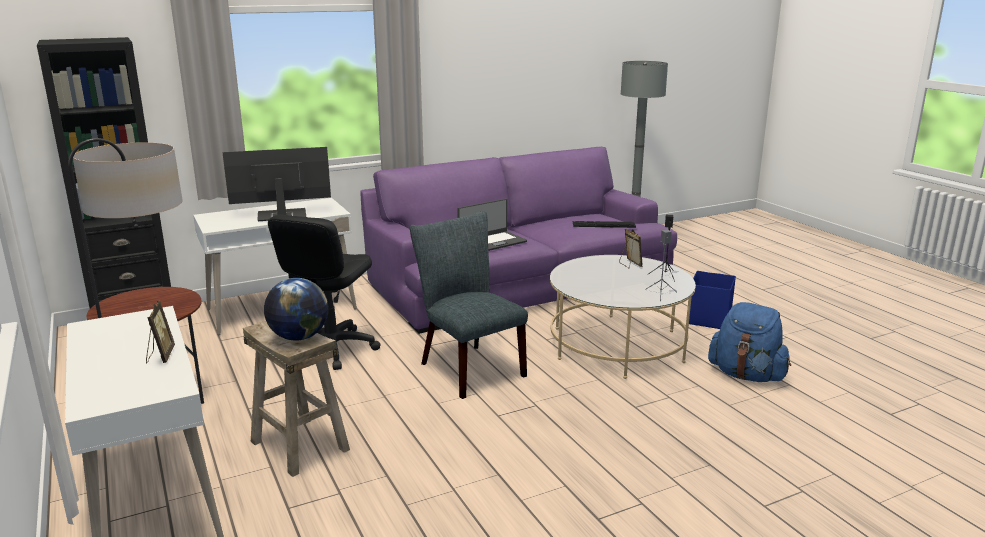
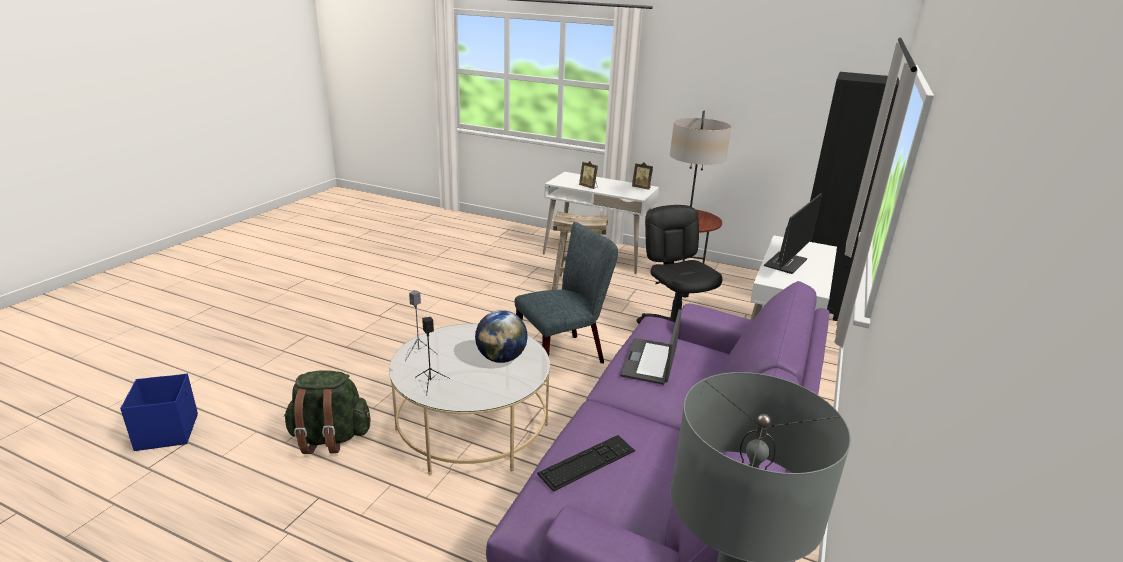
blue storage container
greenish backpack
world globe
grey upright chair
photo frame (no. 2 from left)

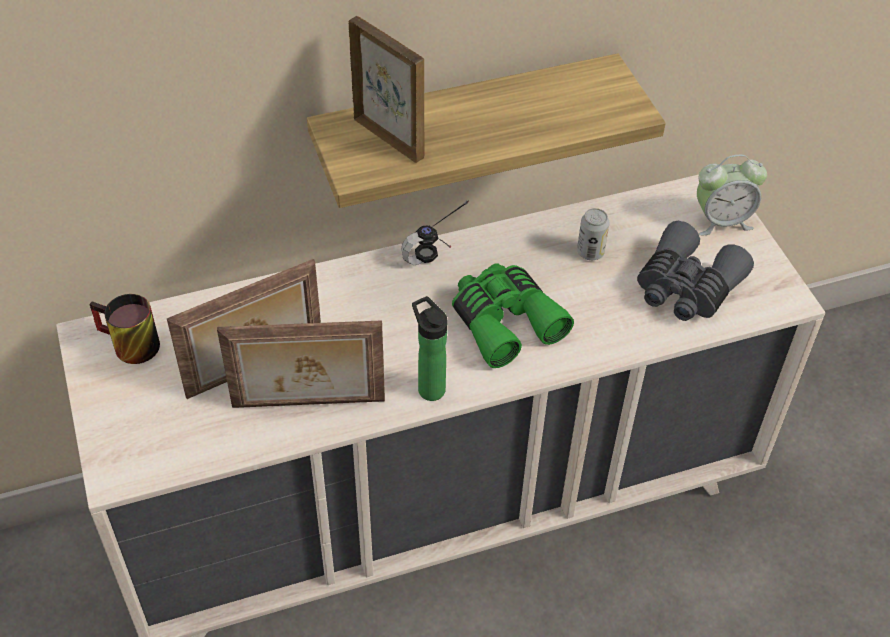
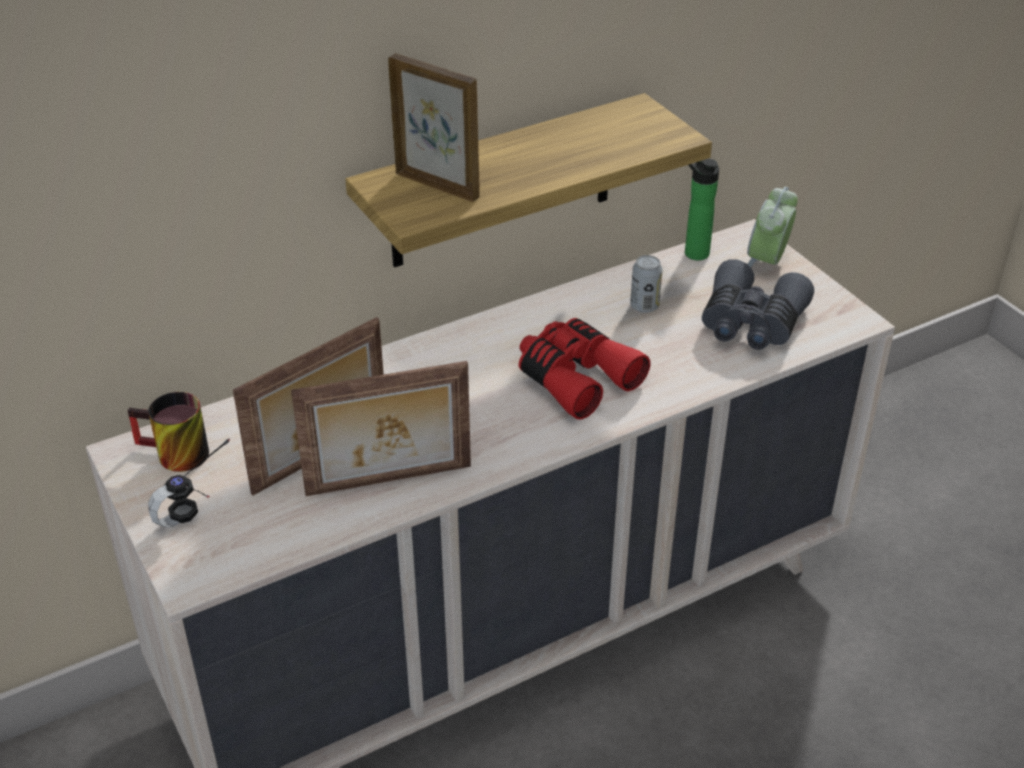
pair of headphones
red-coloured binoculars
drink bottle
bedside clock

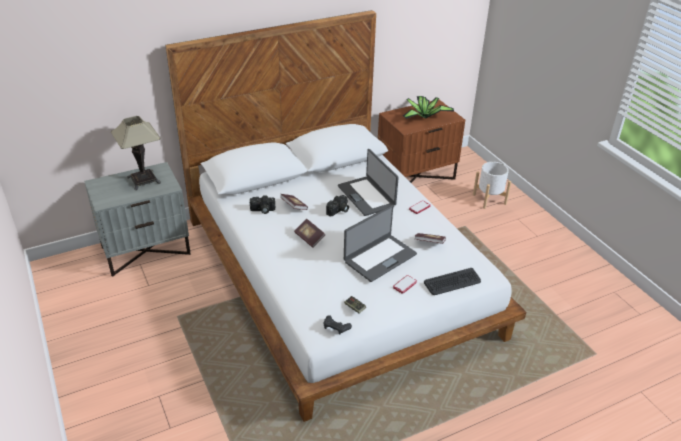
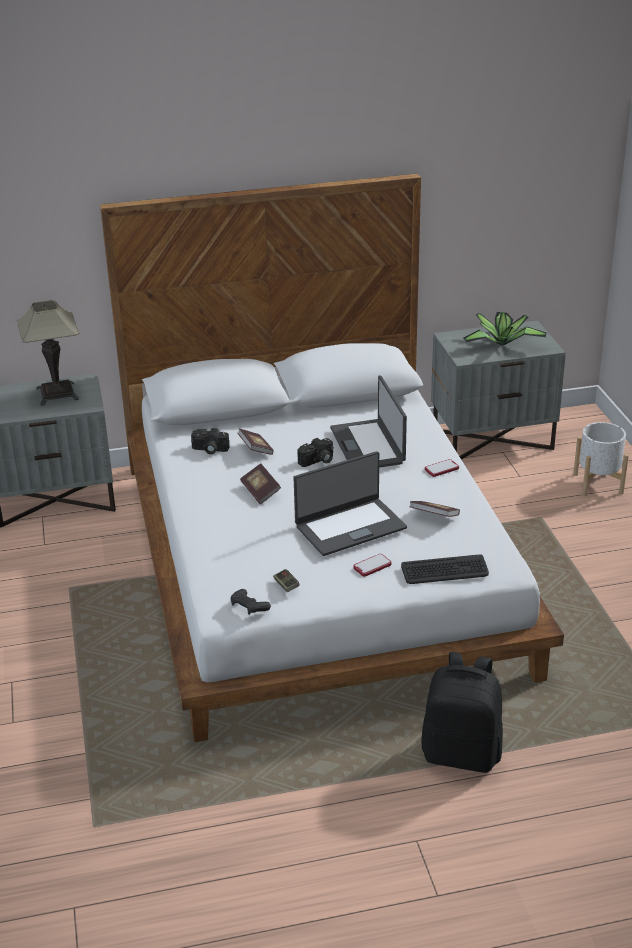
black-coloured backpack
grey nightstand (no. 2 from left)

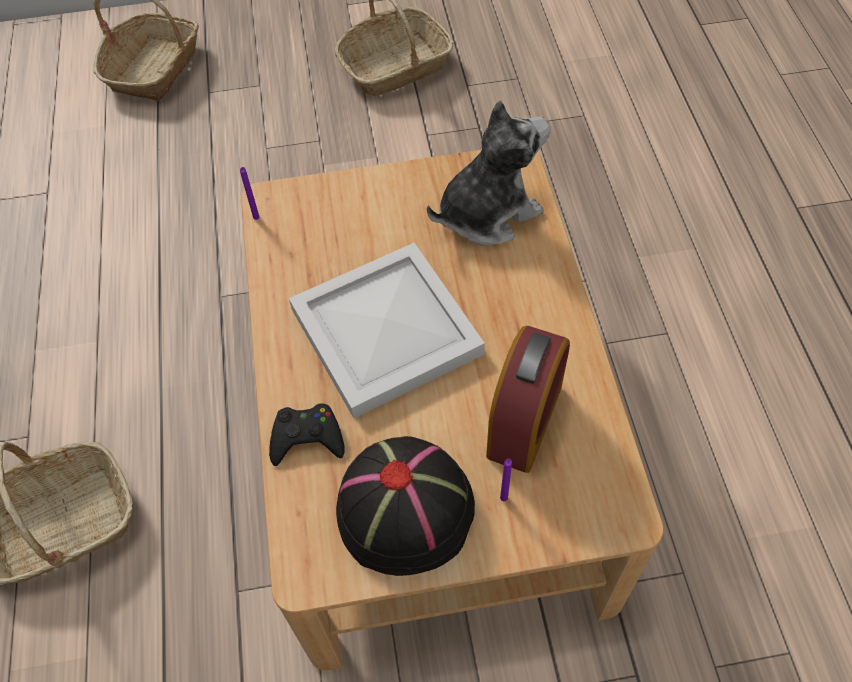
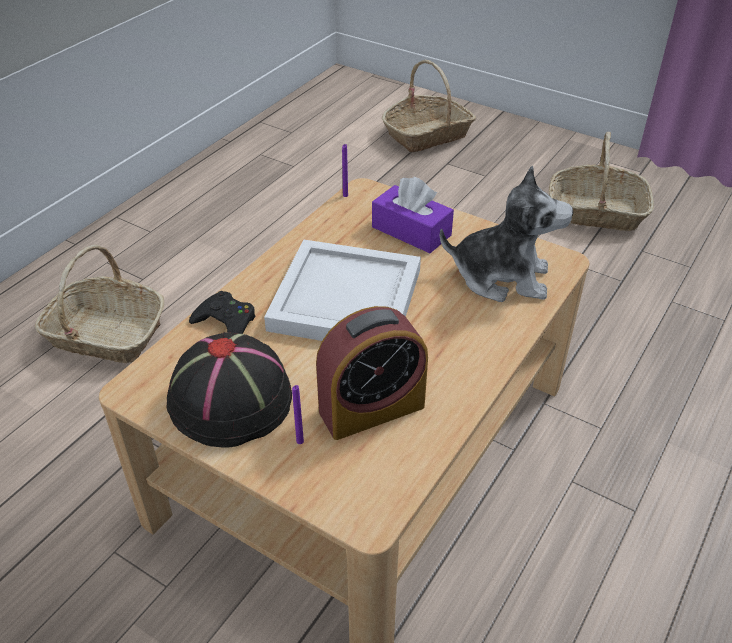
purplish tissue holder

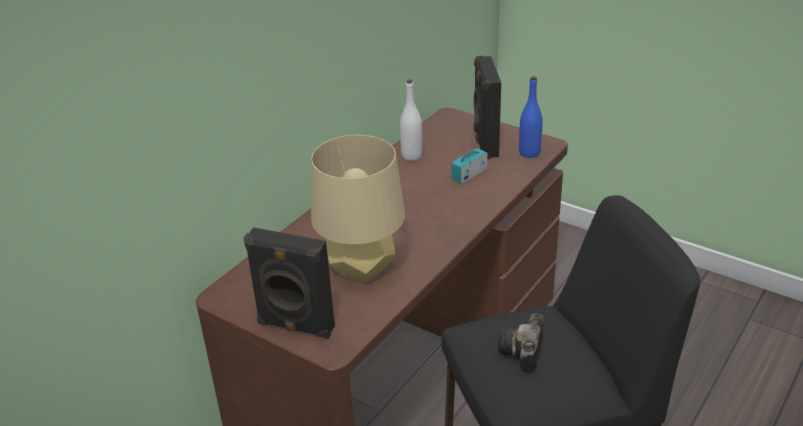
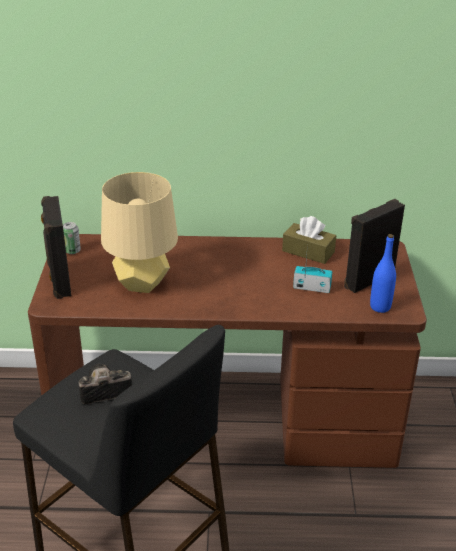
metal can
brown tissue holder

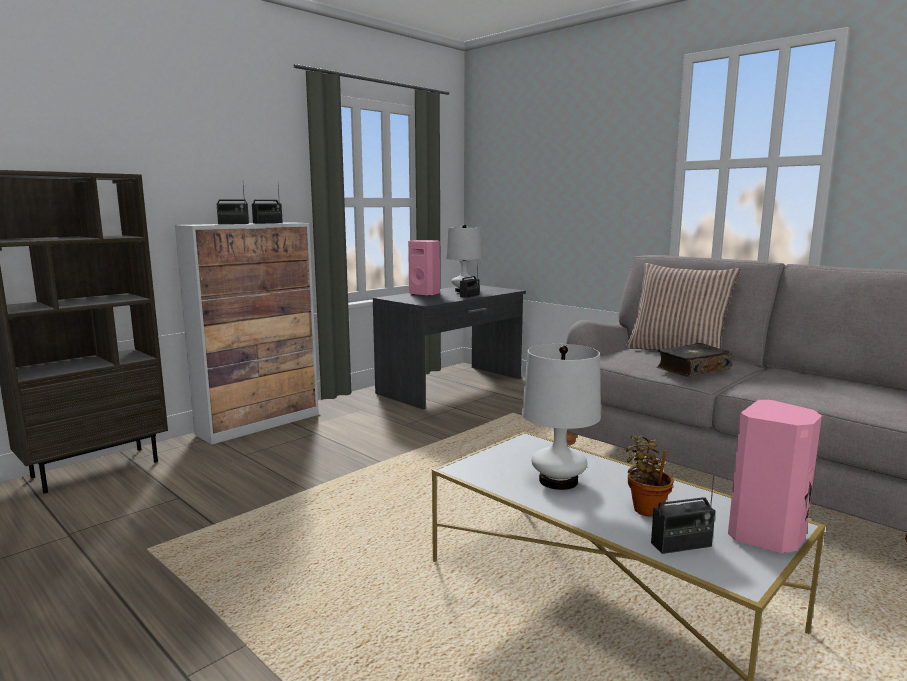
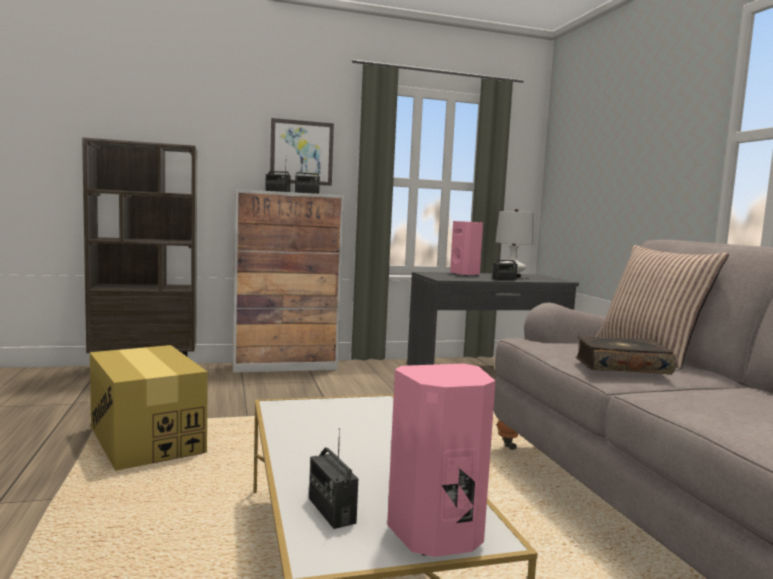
packing box
picture
radio set (no. 3 from left)
whitish lamp for a table (no. 2 from left in the first image)
plant in a pot

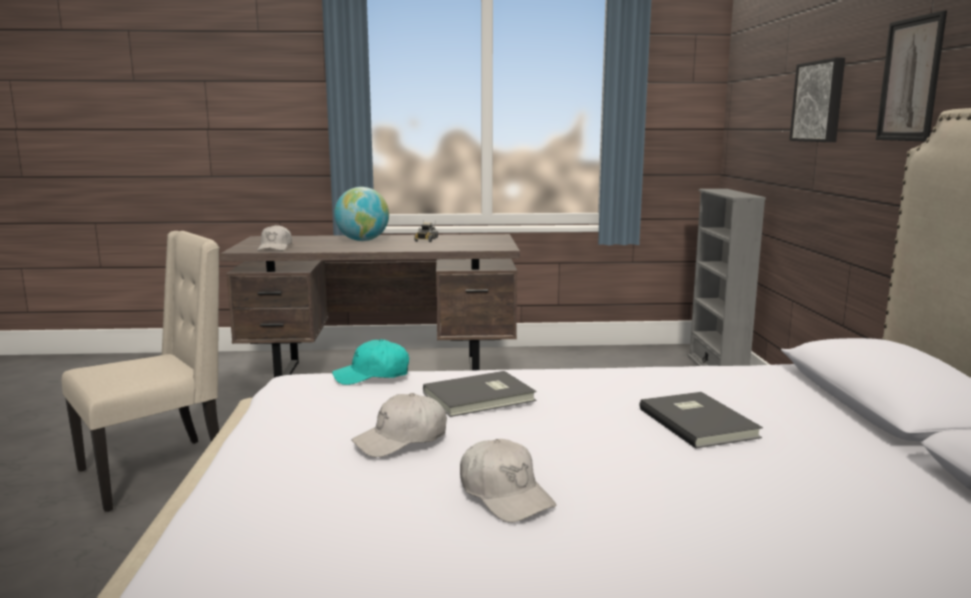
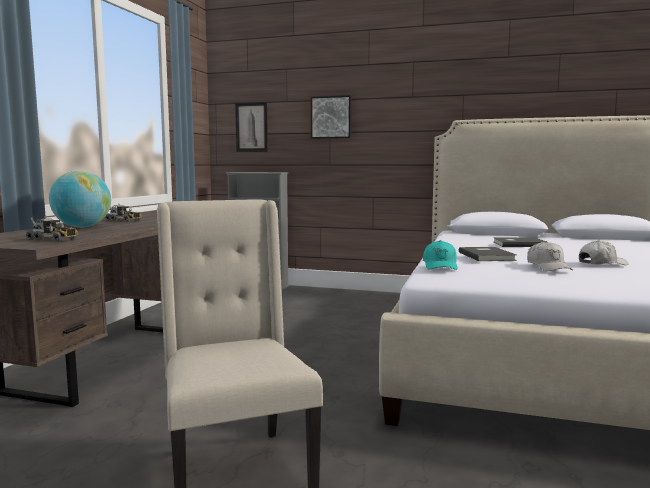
toy lorry (no. 1 from left)
picture (no. 1 from left)

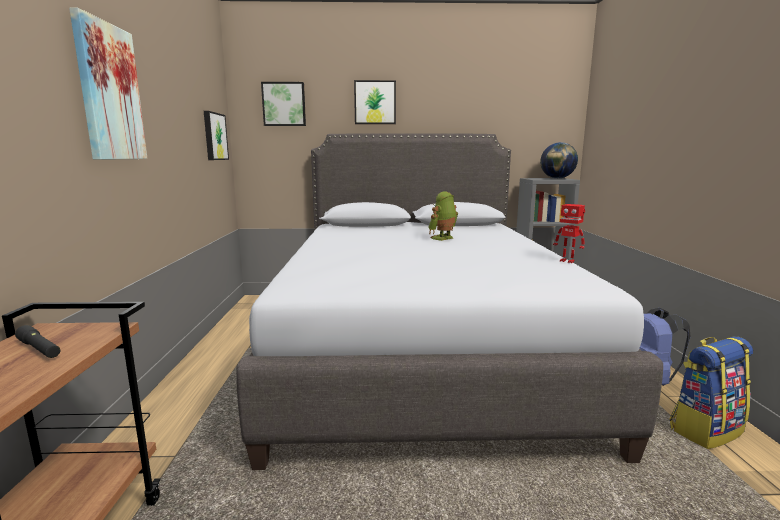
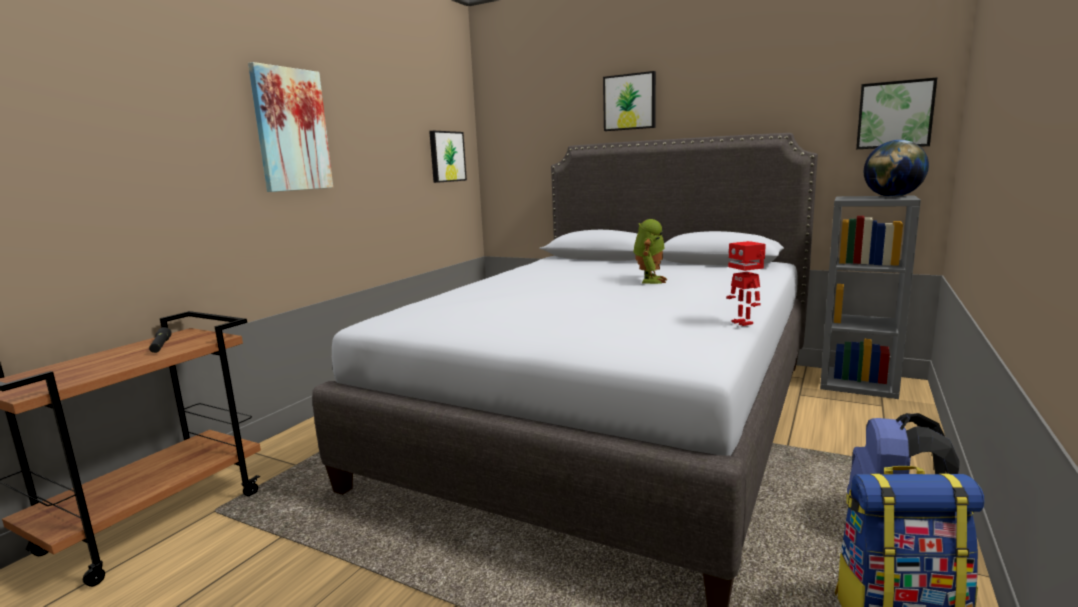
model robot (no. 1 from left)
picture (no. 4 from left)

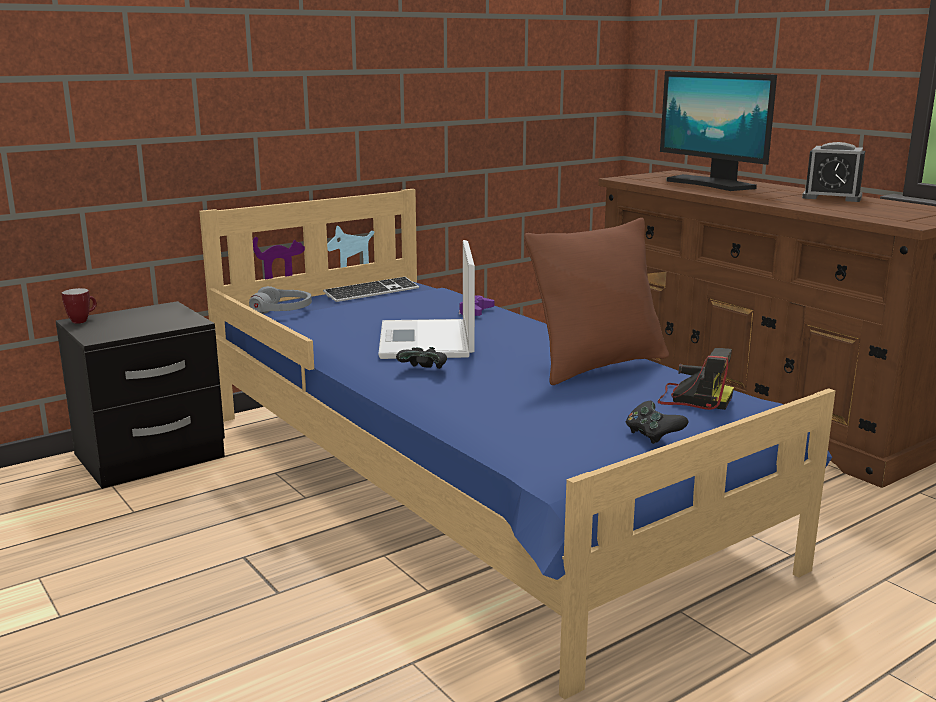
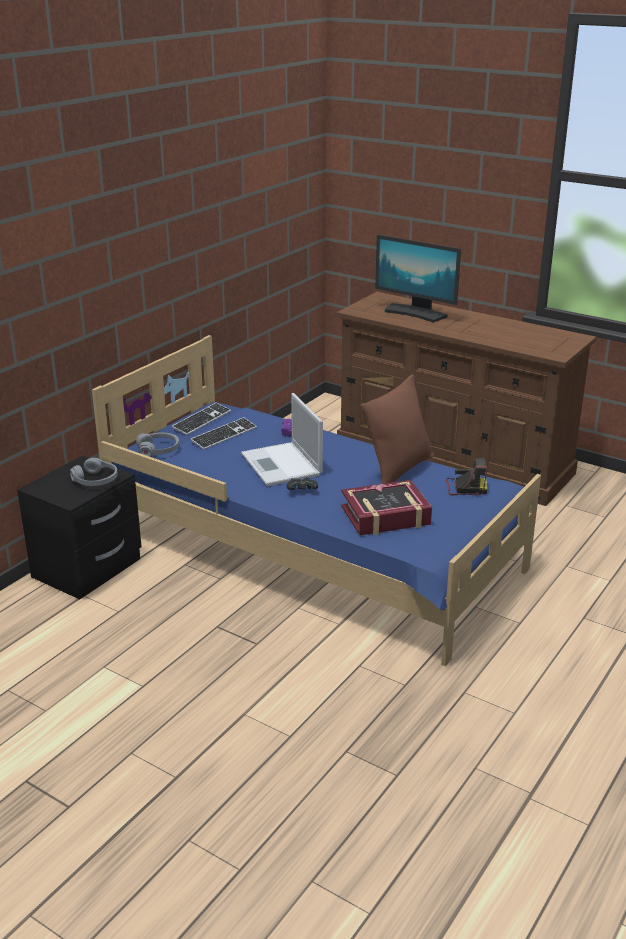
grey pair of headphones (no. 1 from left)
PC keyboard (no. 2 from left)
book
mug
black-coloured game controller (no. 2 from left in the first image)
bedside clock

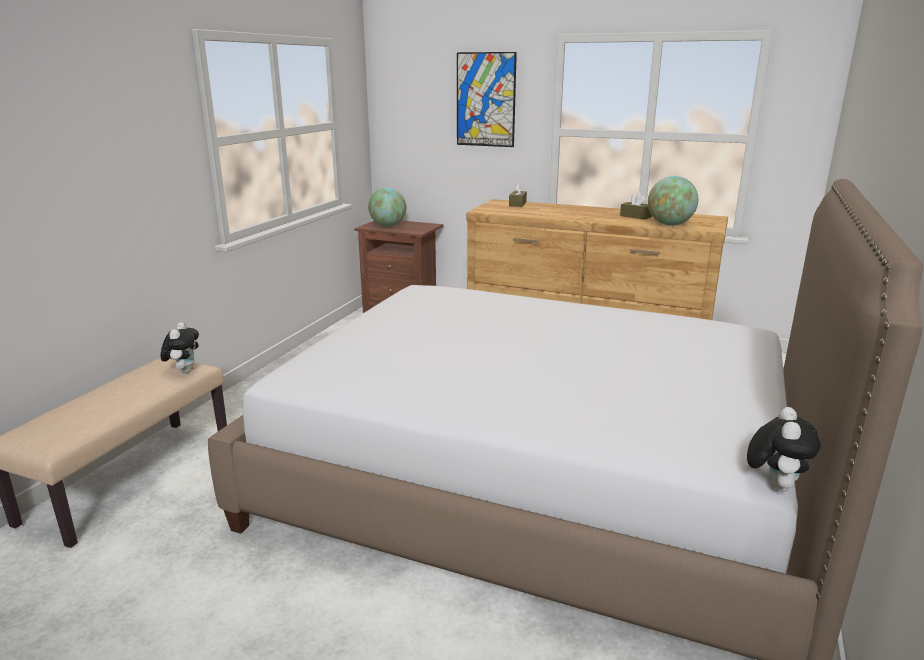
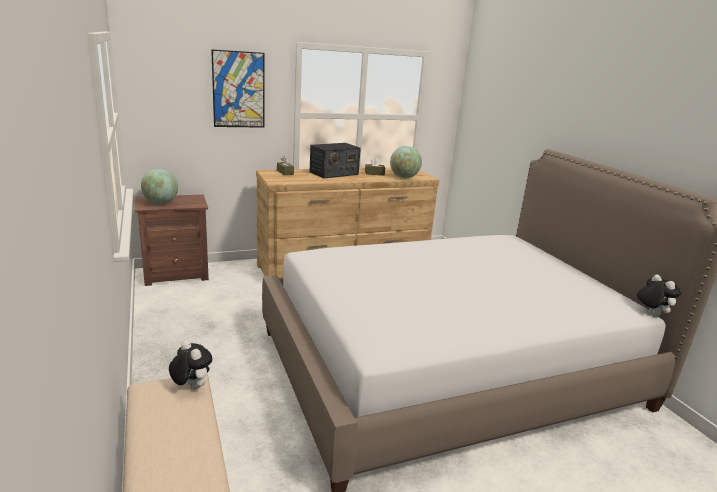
radio set

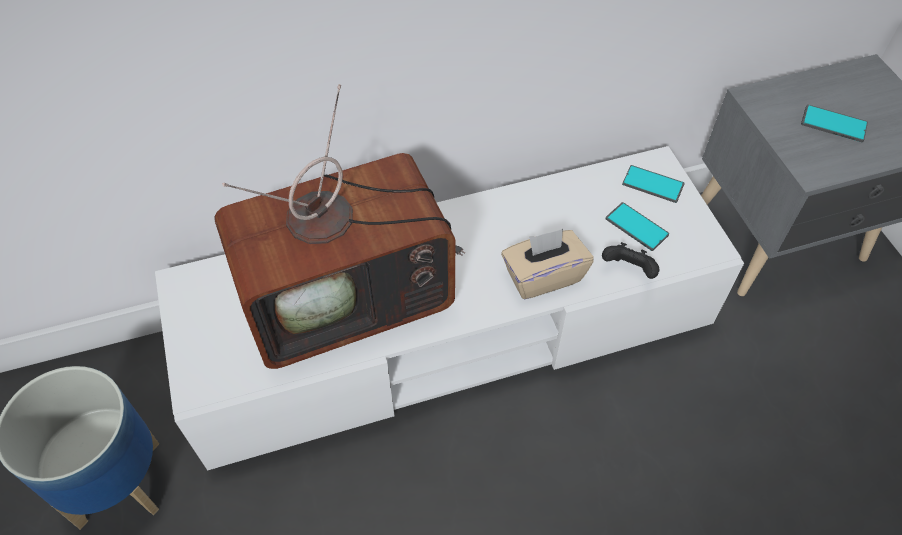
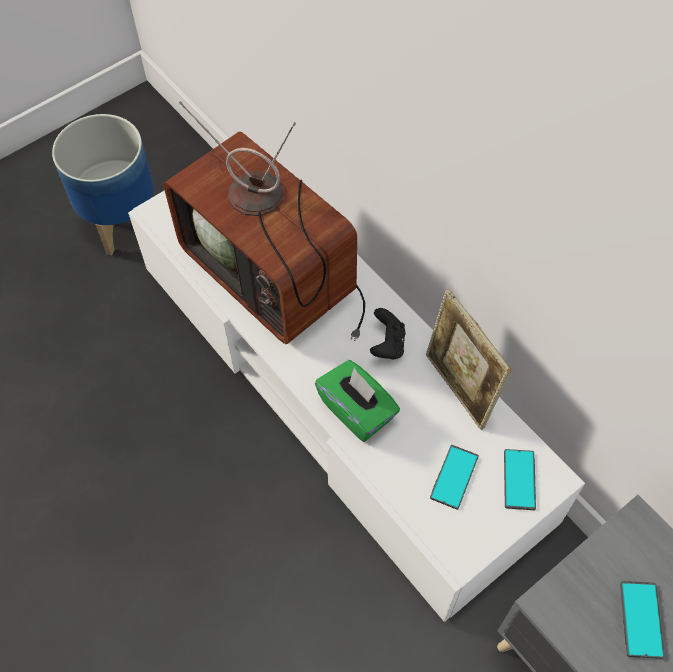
greenish tissue holder
black-coloured game controller
photo frame

